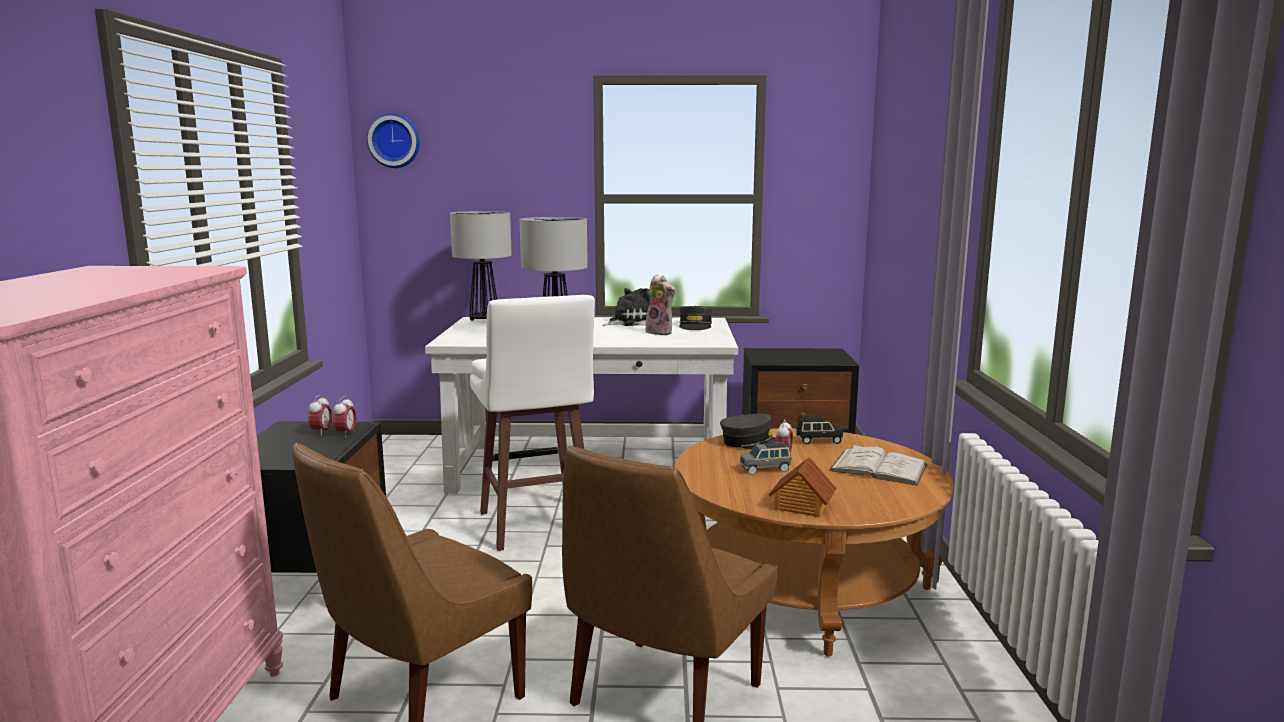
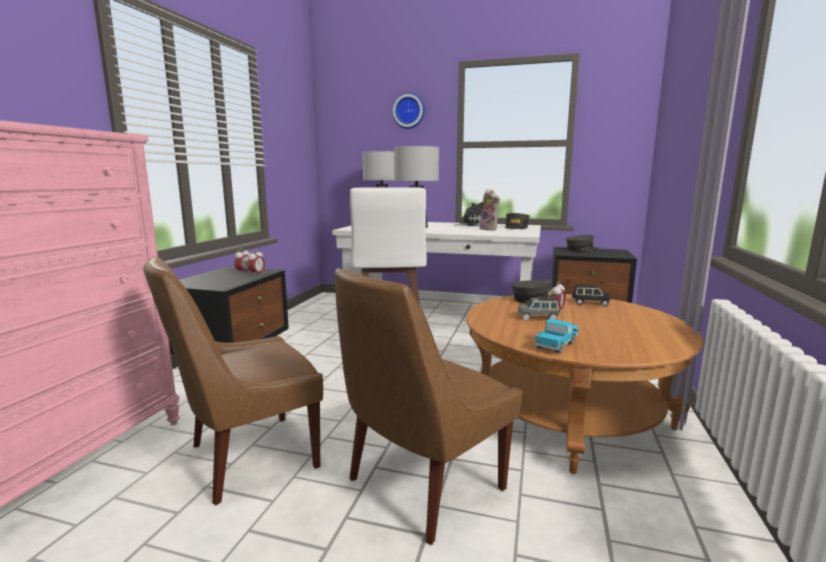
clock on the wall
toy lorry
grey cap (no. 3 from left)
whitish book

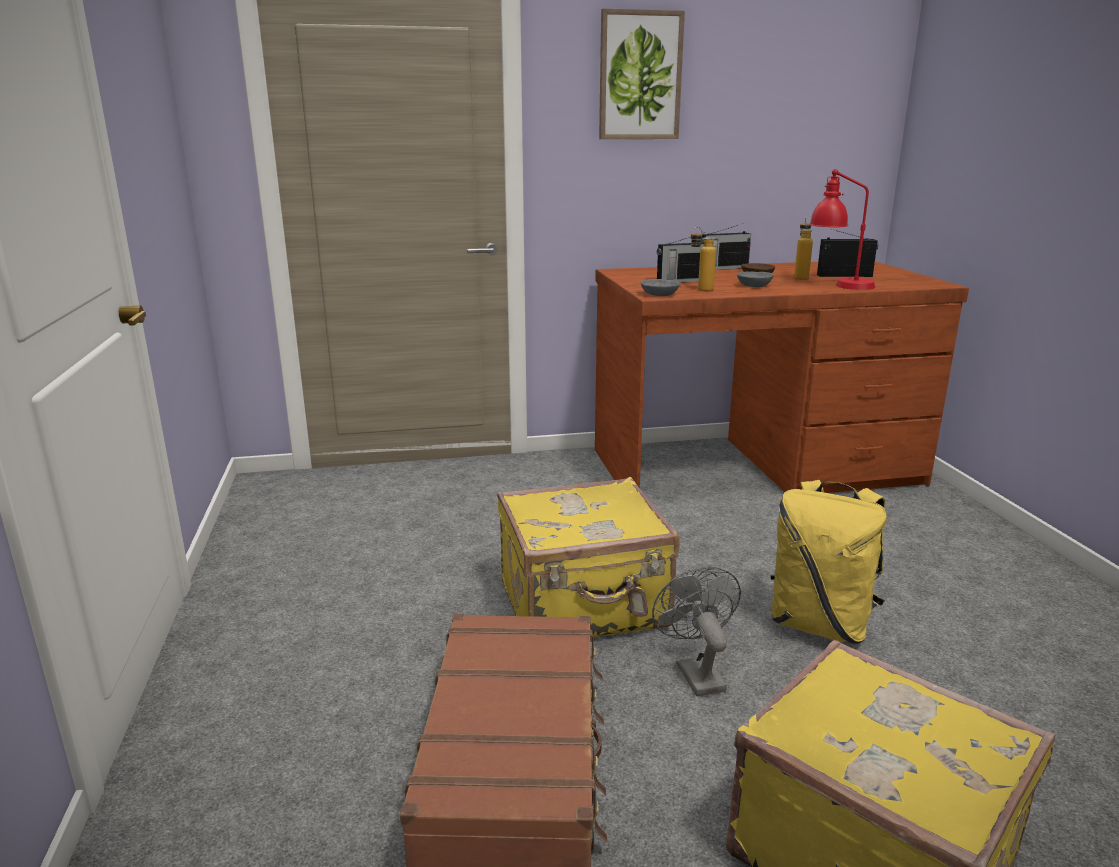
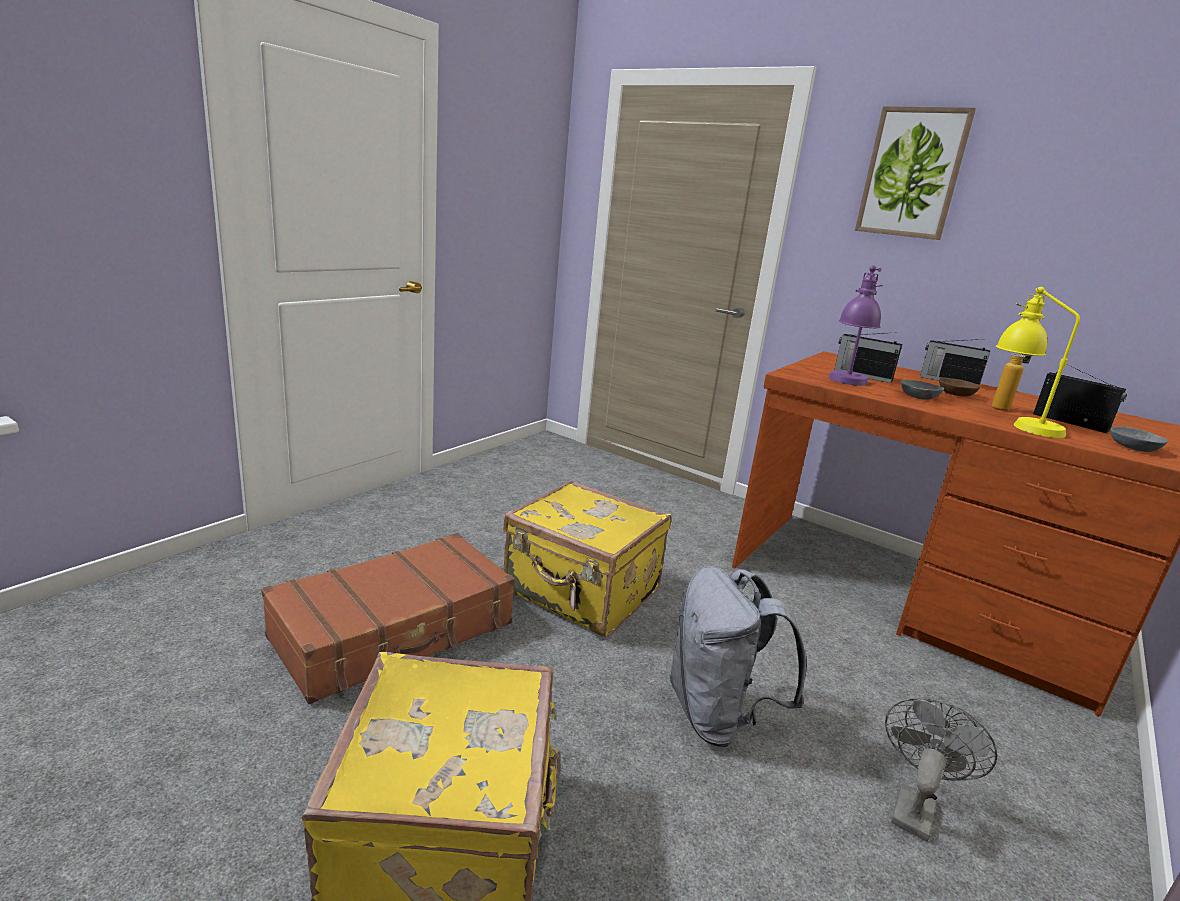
grey backpack
purplish lamp for a table
grey cooling fan
yellow lamp for a table
grey bowl (no. 2 from left)

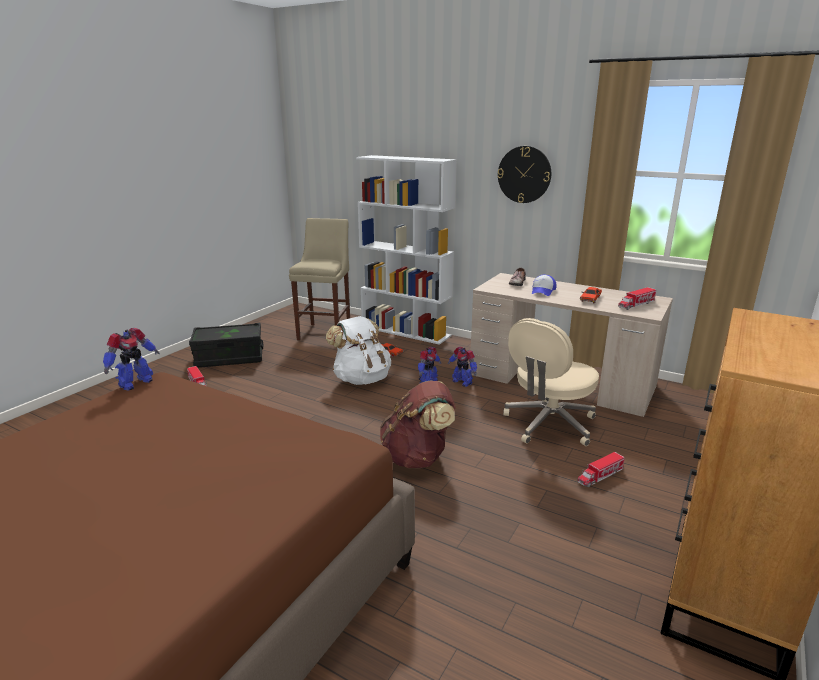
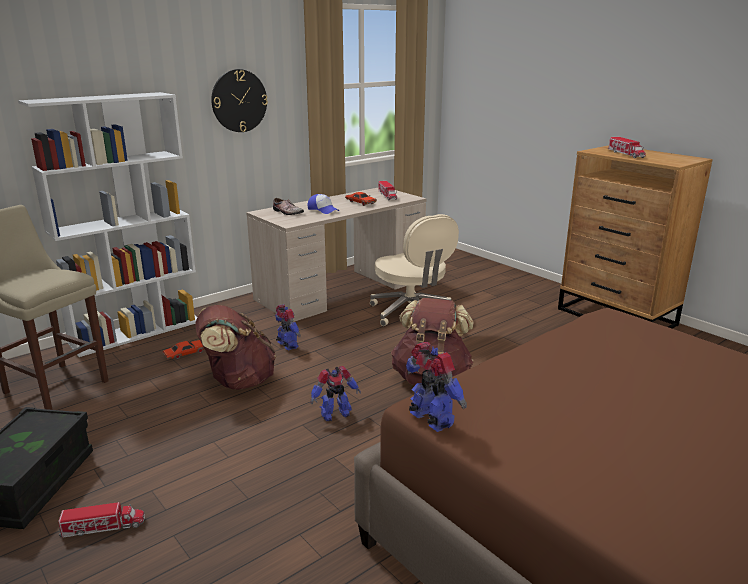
brown backpack (no. 1 from left)
model robot (no. 2 from left)
toy lorry (no. 3 from left)

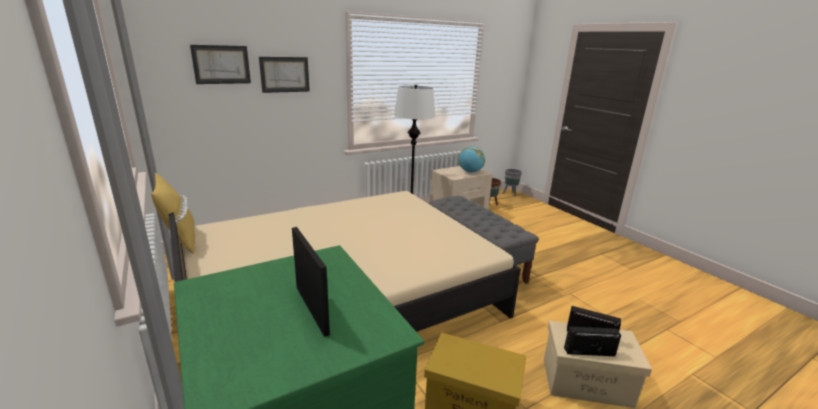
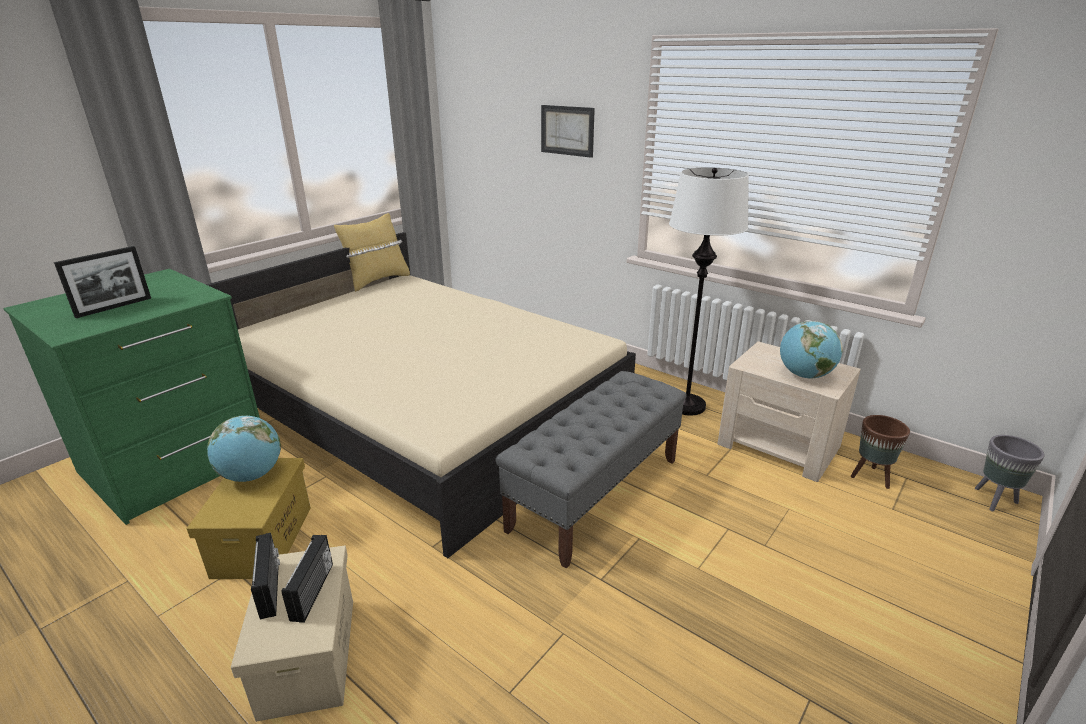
world globe (no. 1 from left)
picture (no. 1 from left in the first image)

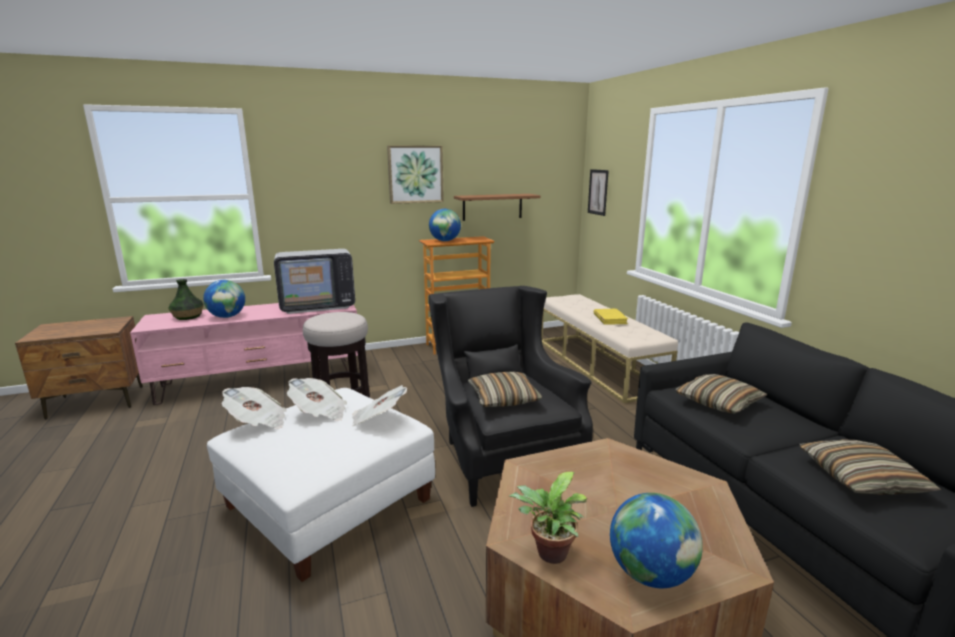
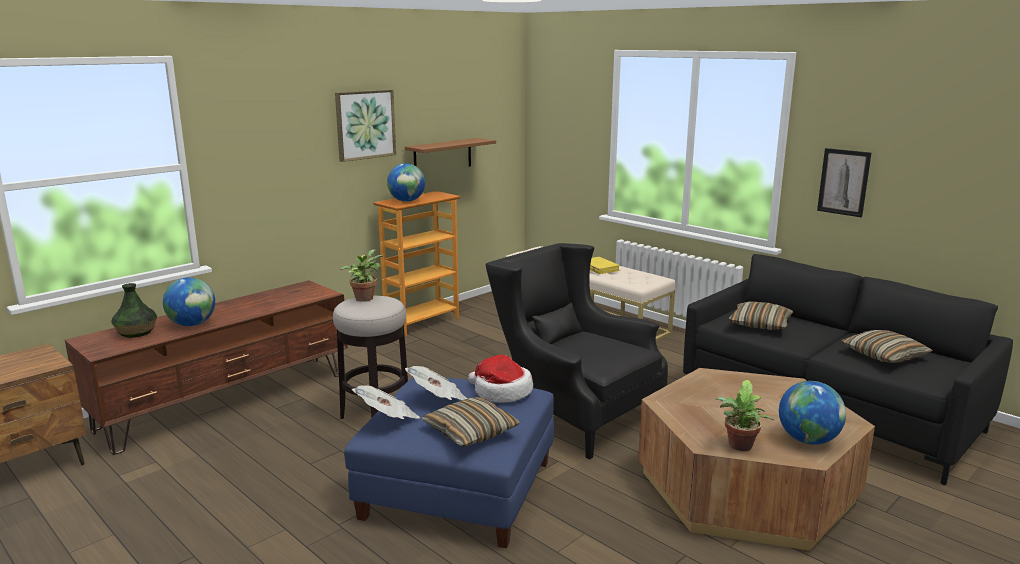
brown tv unit
plant in a pot (no. 1 from left)
blue ottoman
throw pillow (no. 1 from left)
wearable hat
picture (no. 2 from left)
television

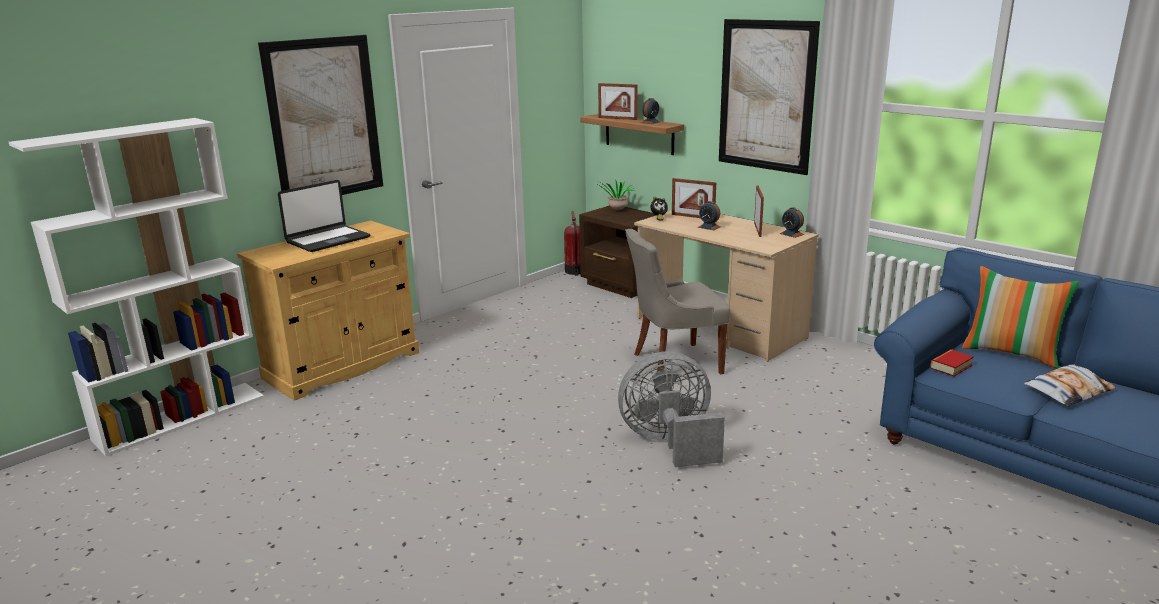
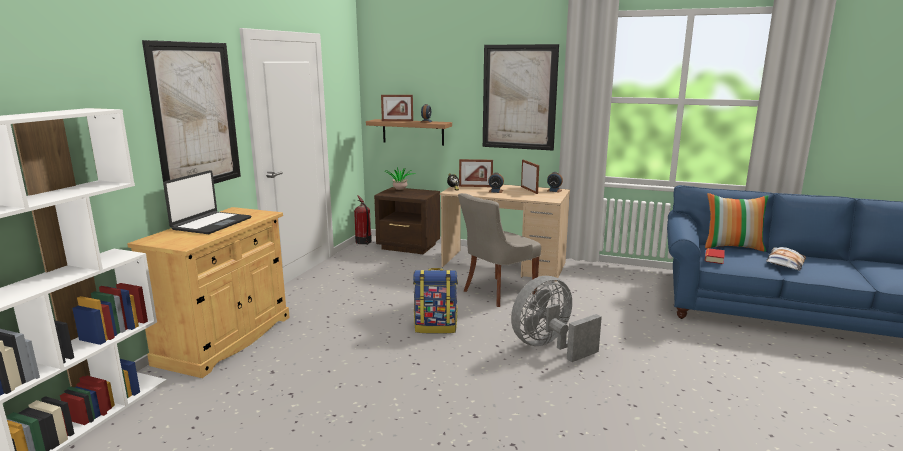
backpack

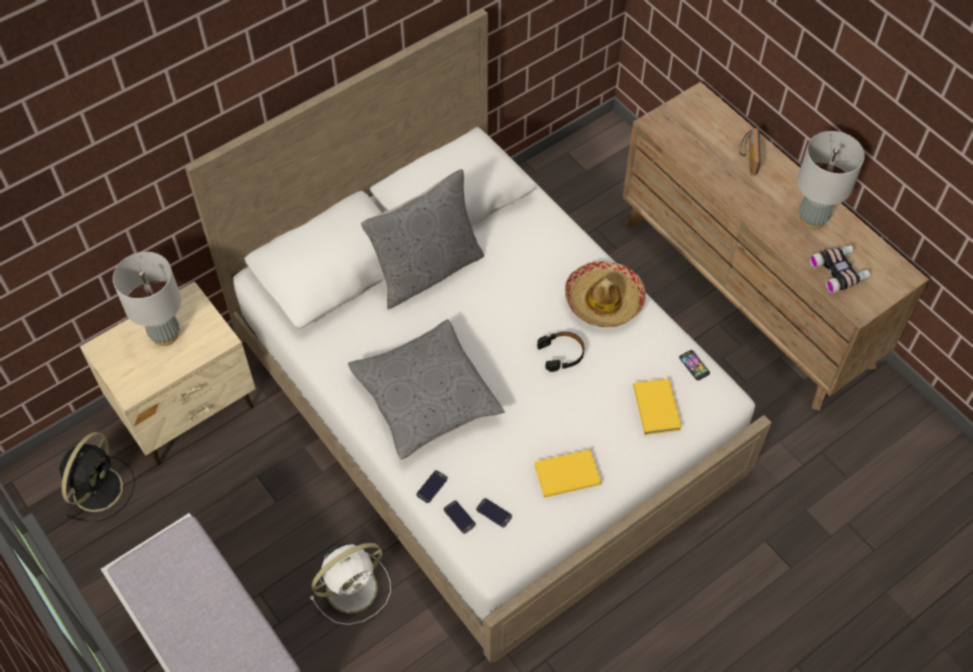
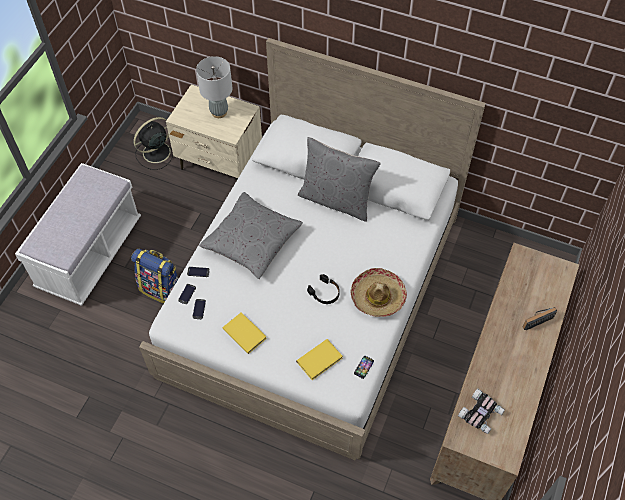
backpack
black-coloured cooling fan
grey lamp for a table (no. 2 from left in the first image)

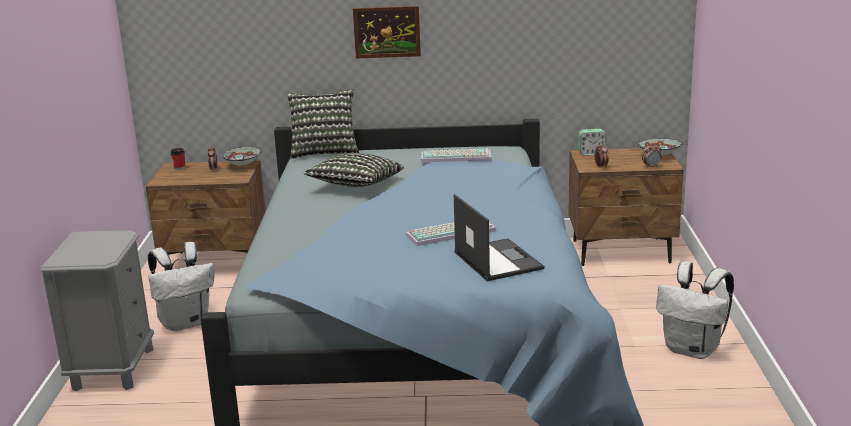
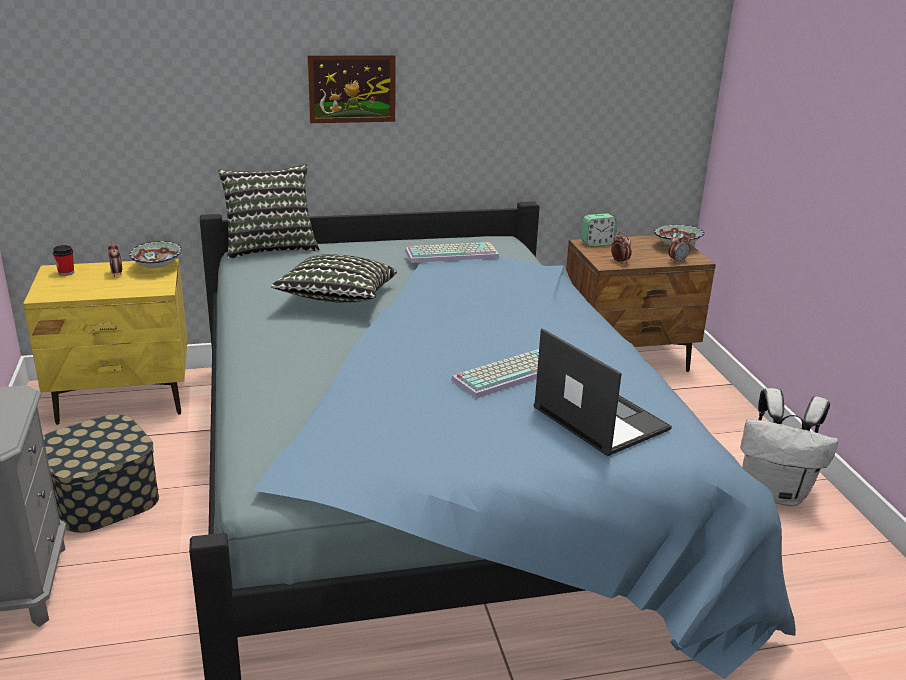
yellow nightstand
storage container

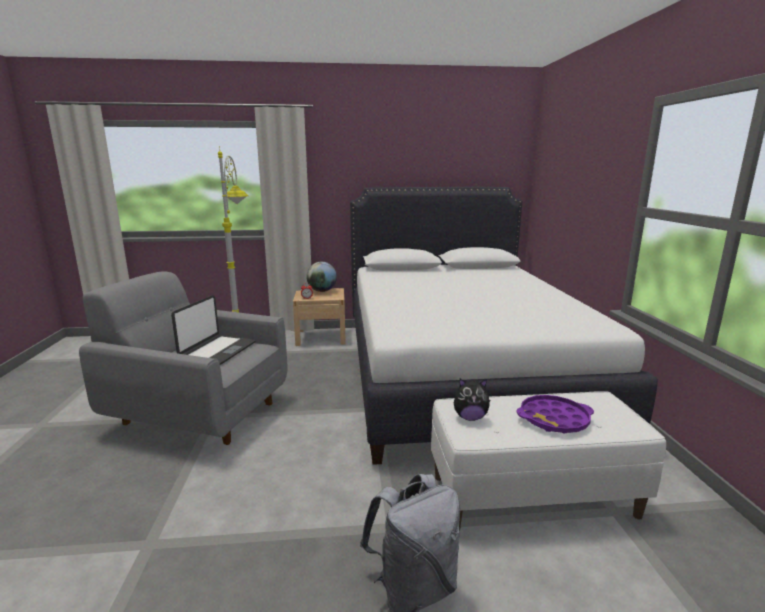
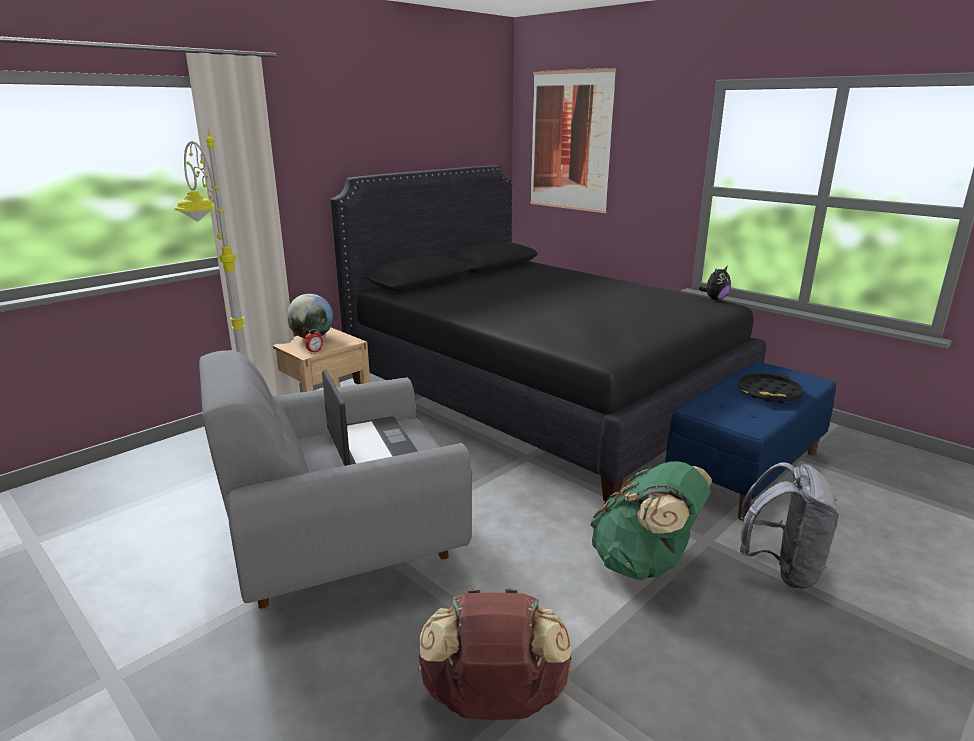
black-coloured bedroom bed
brown backpack
picture
greenish backpack
blue indoor bench
plush toy
black-coloured carrying tray

